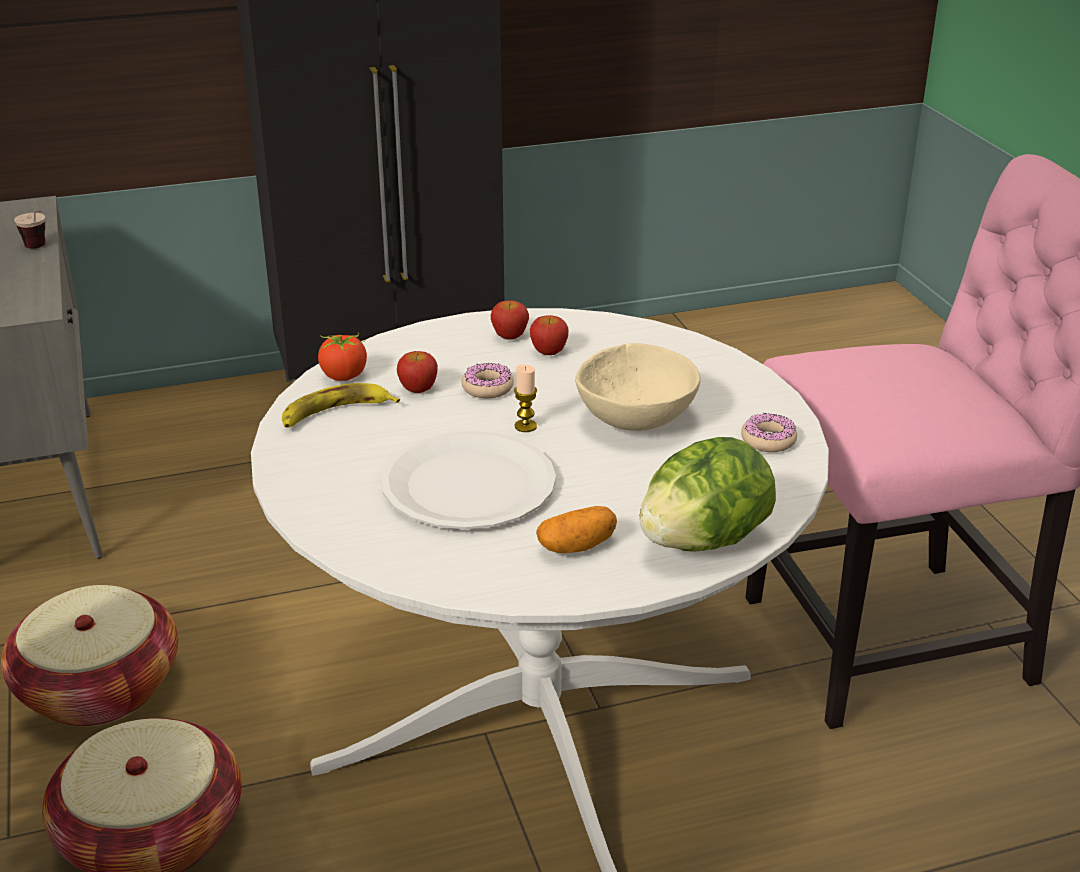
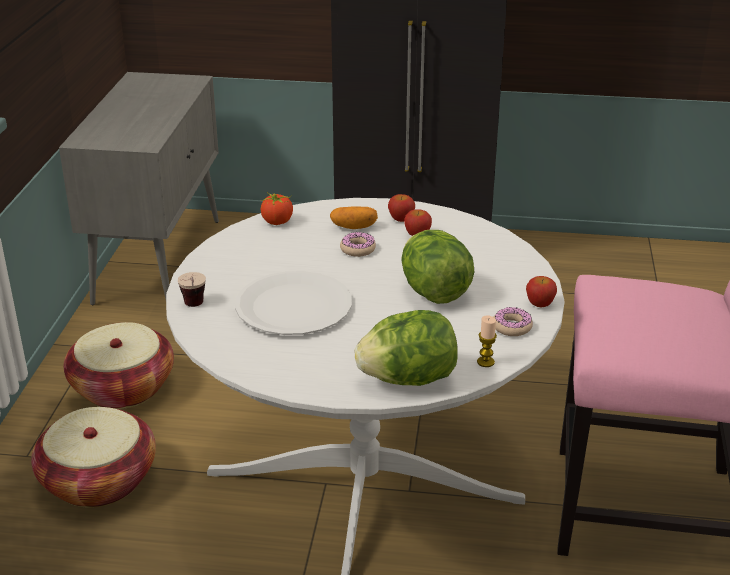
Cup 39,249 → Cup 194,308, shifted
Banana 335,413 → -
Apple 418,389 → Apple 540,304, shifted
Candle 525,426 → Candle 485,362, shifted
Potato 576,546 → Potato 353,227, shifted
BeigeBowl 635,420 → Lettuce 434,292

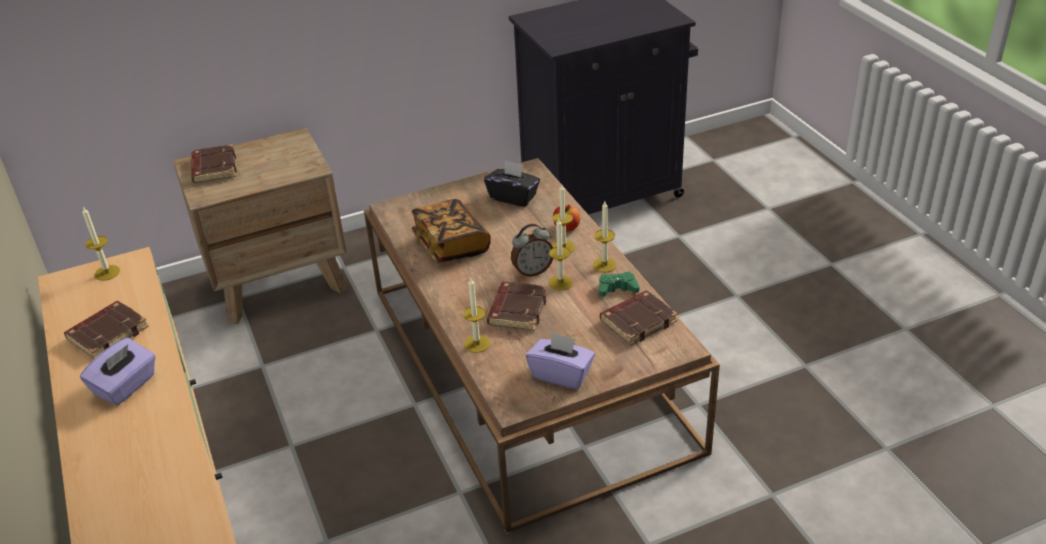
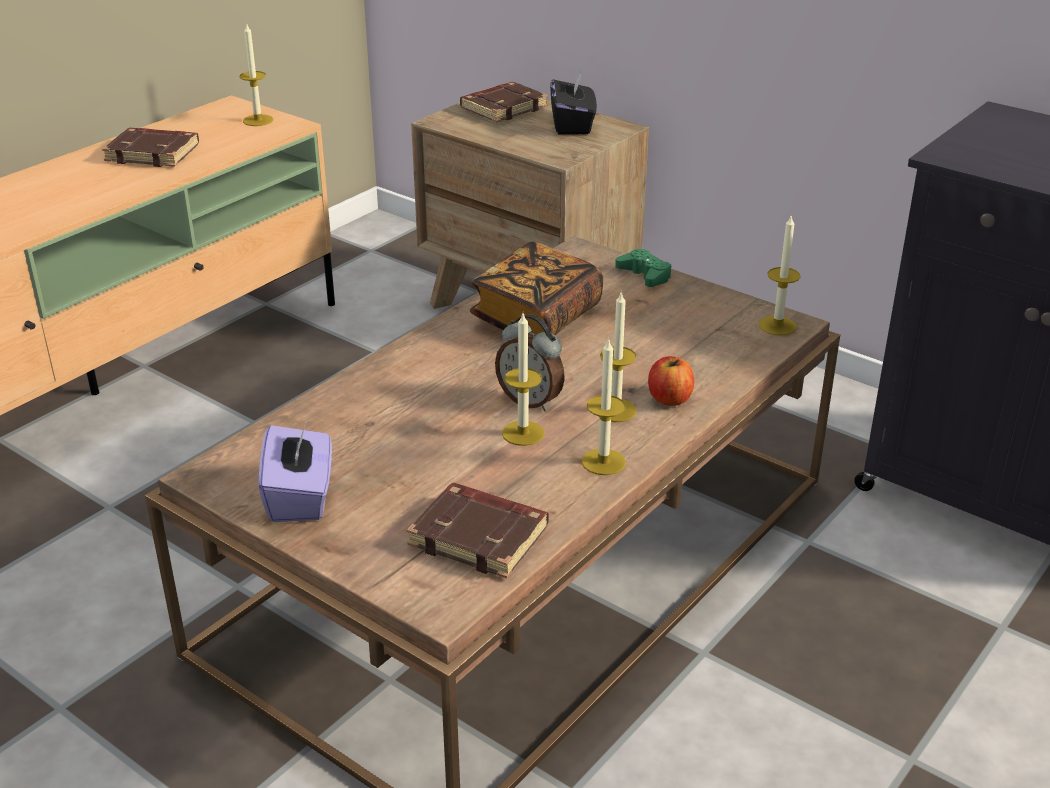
PurpleTissueBox 126,386 → -
Candle 477,344 → Candle 777,326, shifted
BlackTissueBox 513,197 → BlackTissueBox 572,125, shifted
BrownBook 517,309 → -
GreenGameController 617,288 → GreenGameController 644,275, shifted

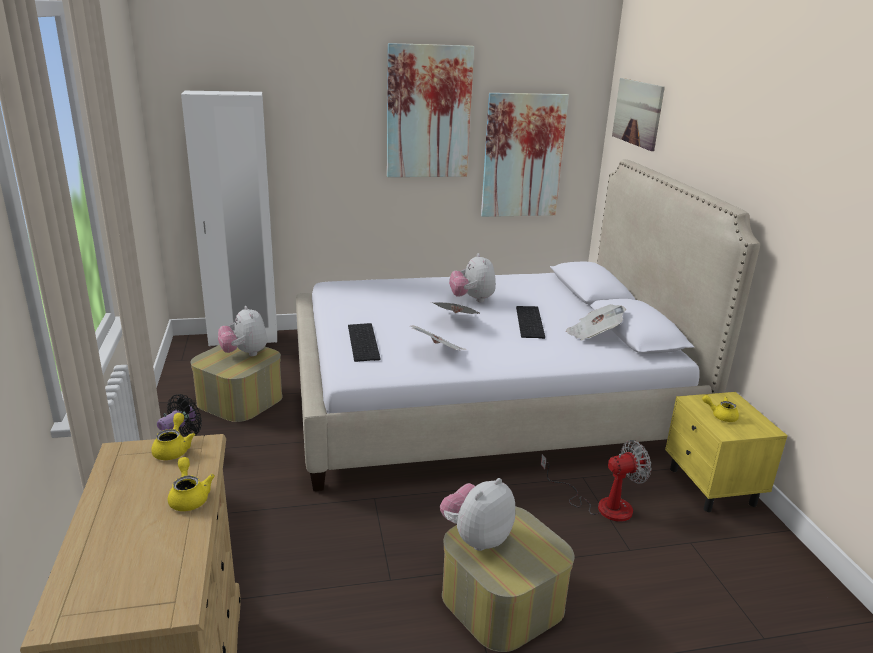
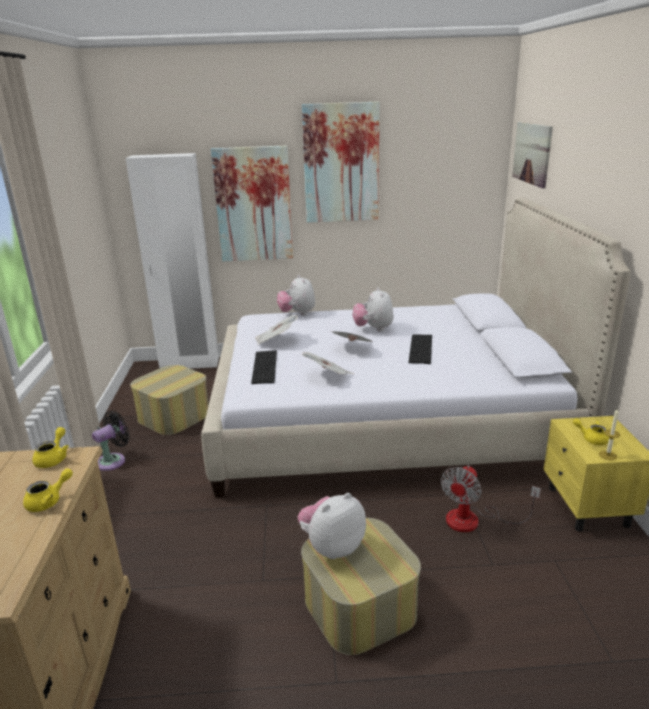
YellowTeapot 189,497 → YellowTeapot 49,501, 60 degrees clockwise
PlushToy 245,353 → PlushToy 297,314, shifted
Picture 523,156 → Picture 253,205, shifted
Fan 602,505 → Fan 474,520, 135 degrees clockwise
Newspaper 593,335 → Newspaper 275,340, shifted
- → Candle 607,455

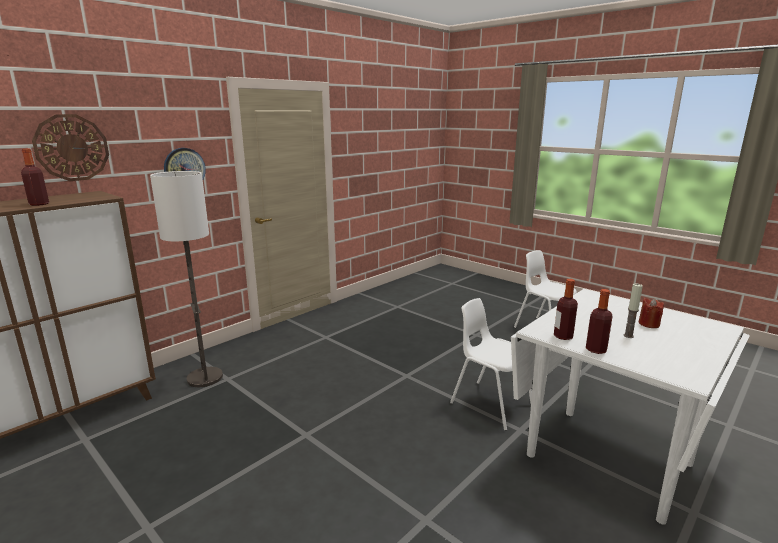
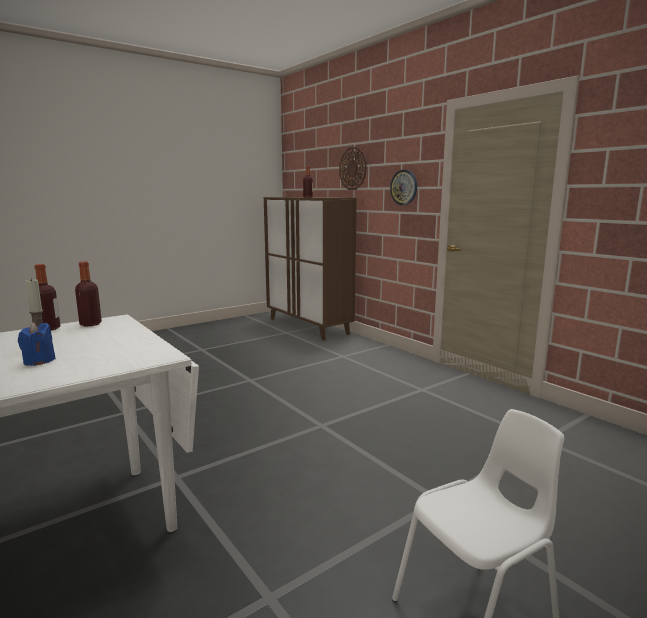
FloorLamp 205,378 → -
WhiteChair 490,404 → -
RedCandle 649,324 → BlueCandle 39,361

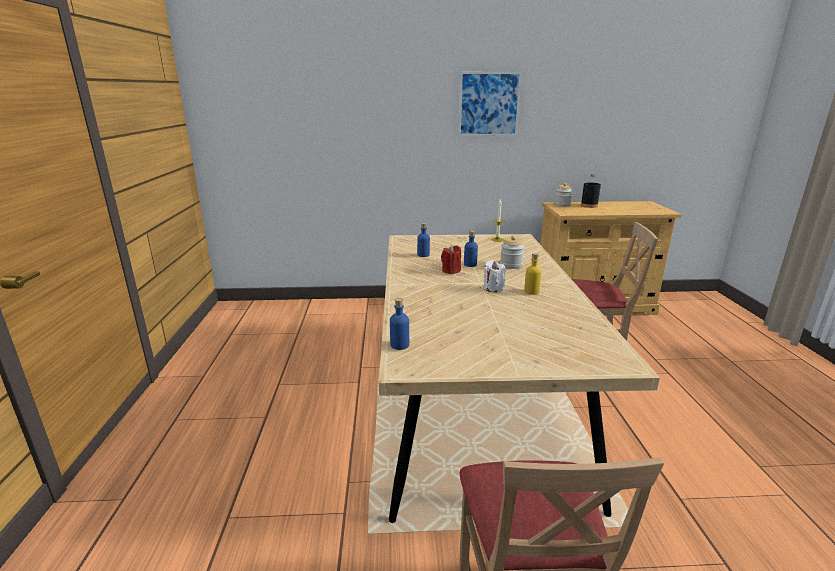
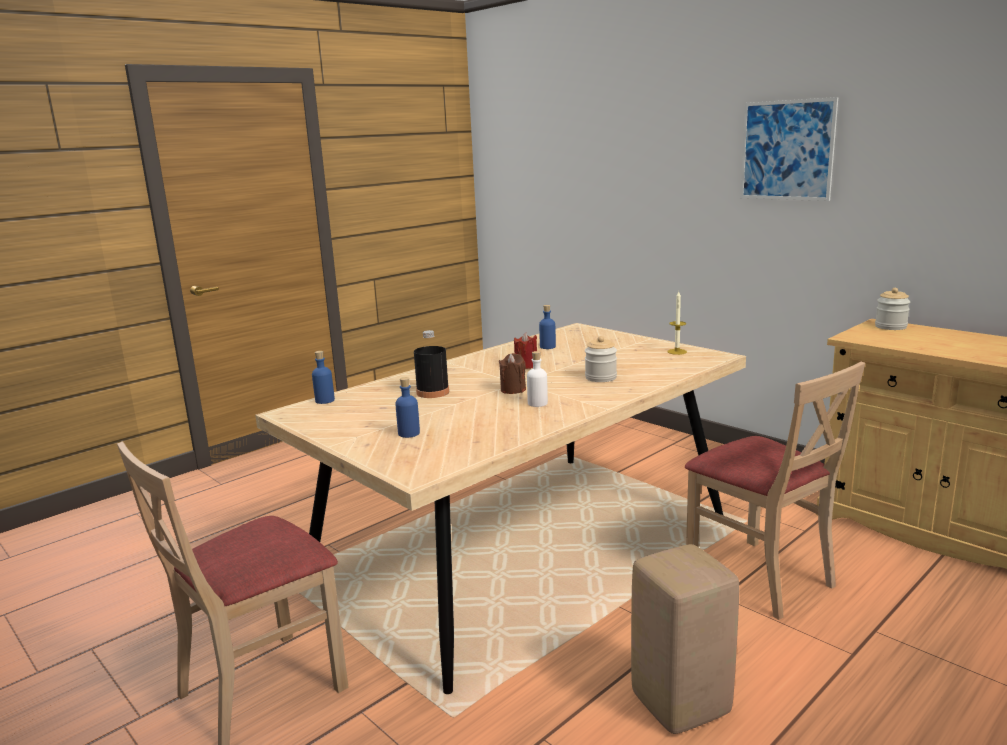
BlueBottle 470,264 → BlueBottle 409,433, shifted
WhiteCandle 493,288 → BrownCandle 513,390
YellowBottle 531,291 → WhiteBottle 537,403
BlackBottle 589,206 → BlackBottle 432,392, shifted
- → BeigeStool 682,704

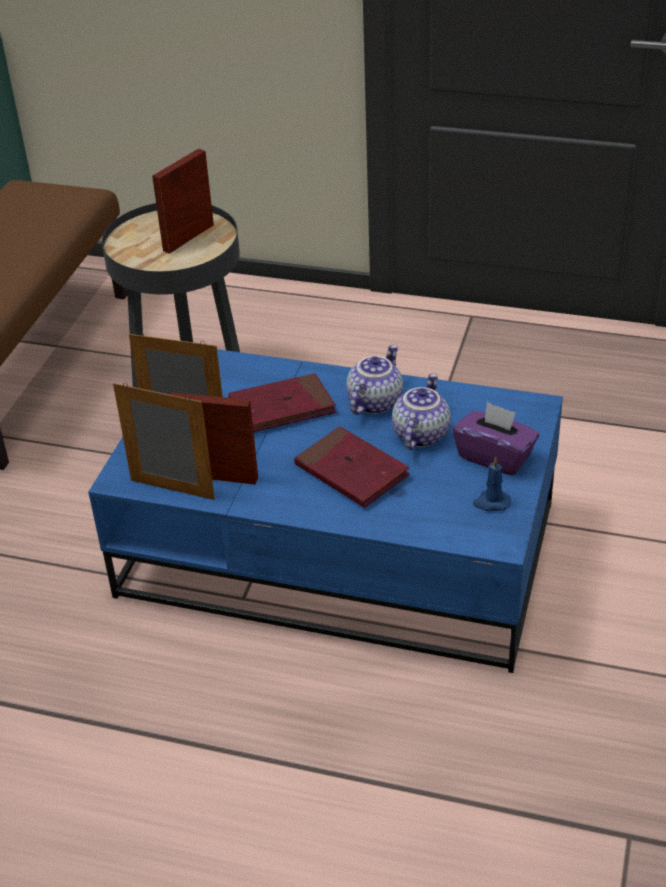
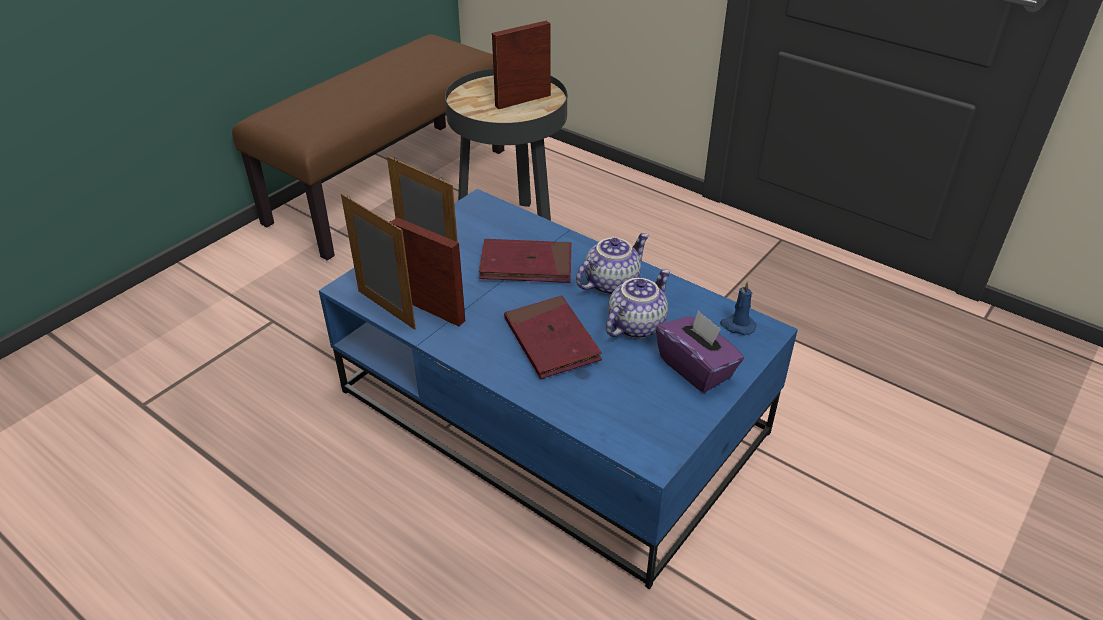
BlueCandle 491,502 → BlueCandle 737,326, shifted

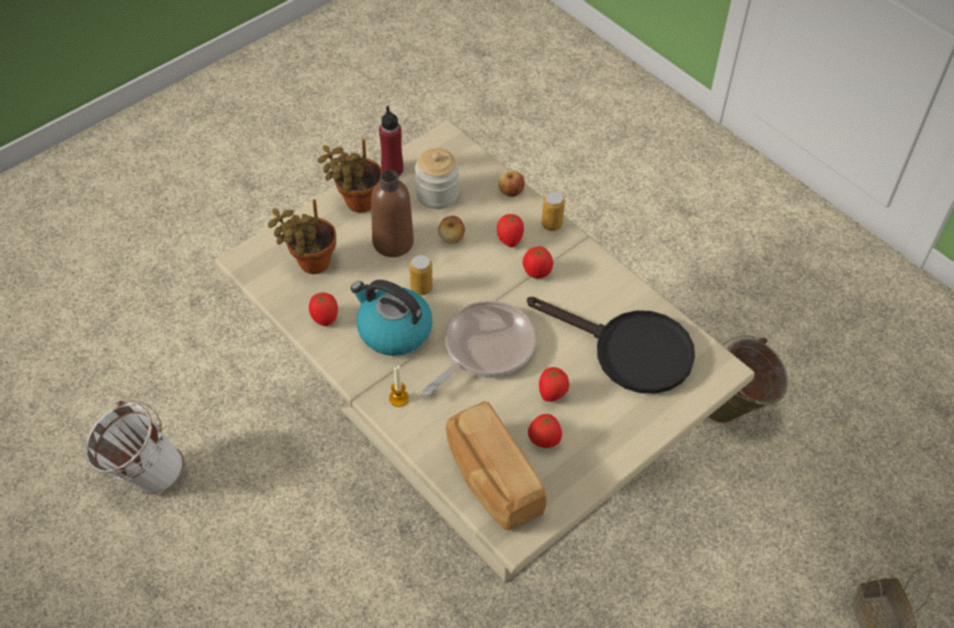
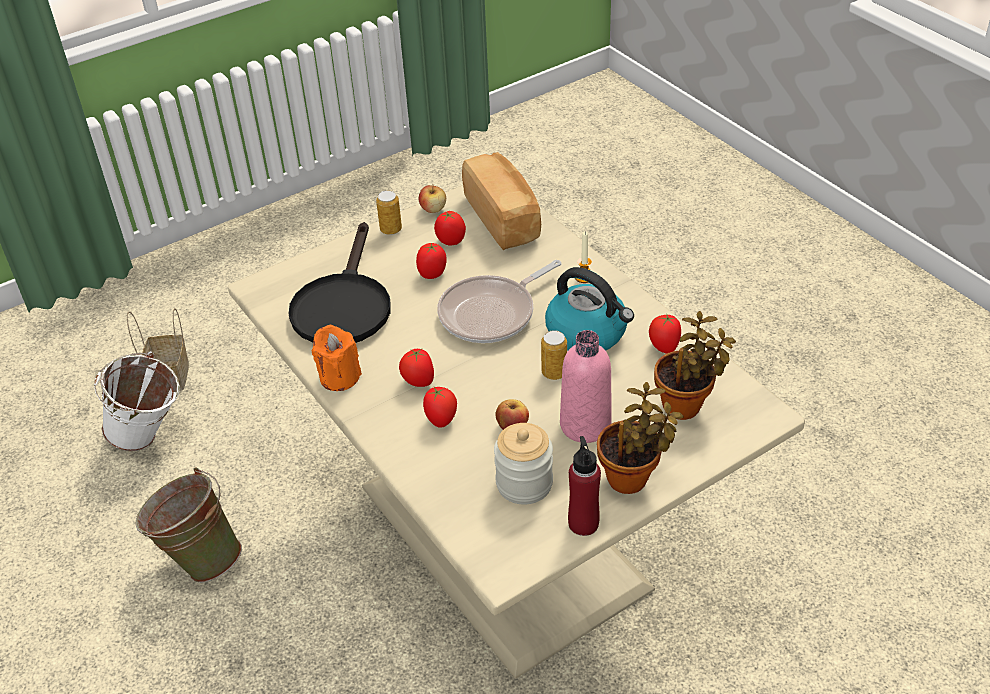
WhiteBucket 142,476 → WhiteBucket 151,438, shifted
BrownBottle 393,242 → PinkBottle 585,425
Apple 510,192 → Apple 433,209, shifted
BlackFryingPan 629,351 → BlackFryingPan 343,305, 120 degrees counterclockwise
Can 551,224 → Can 391,229, shifted
- → OrangeCandle 339,377

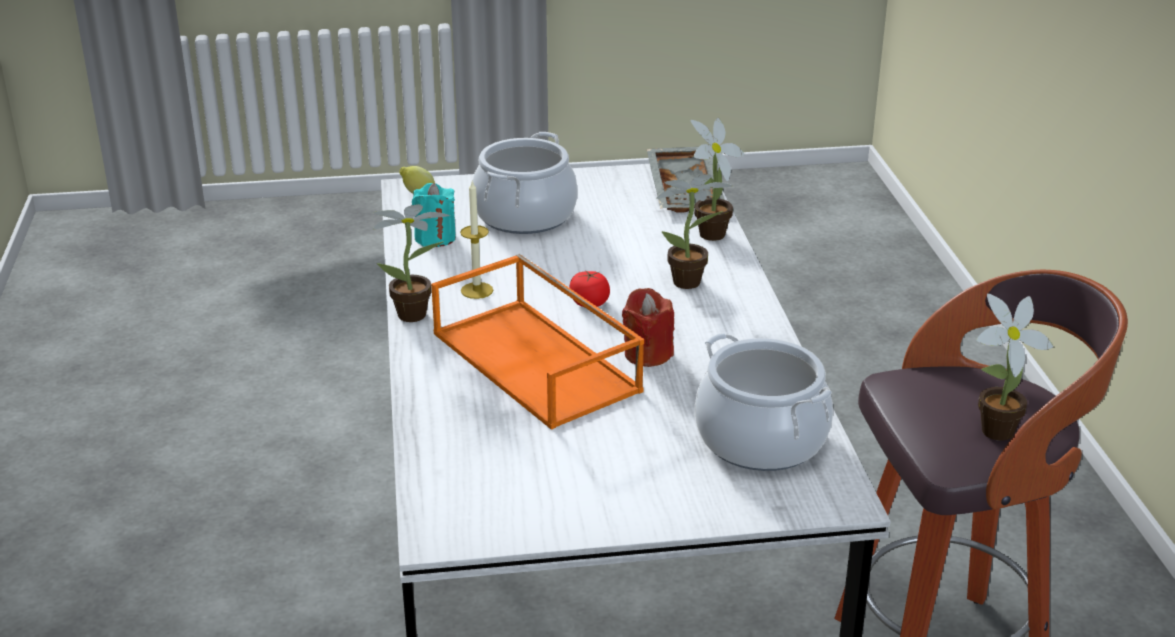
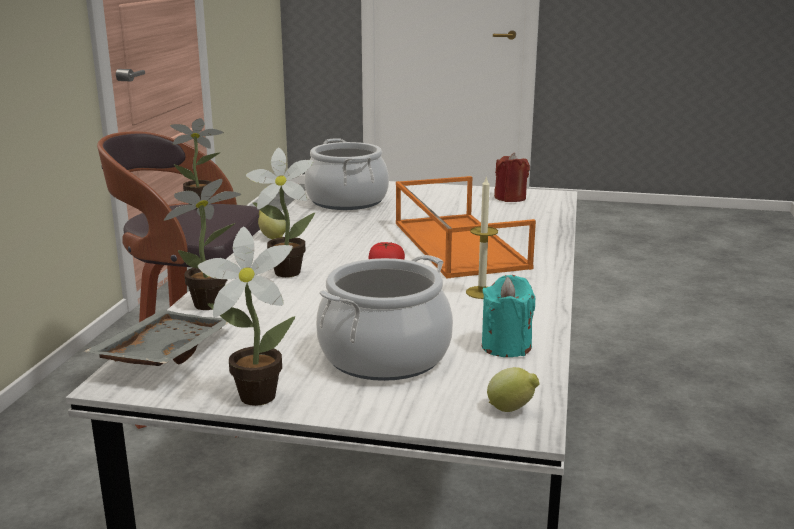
PottedPlant 417,315 → PottedPlant 252,395, shifted
RedCandle 647,354 → RedCandle 510,198, shifted
- → Lemon 271,237

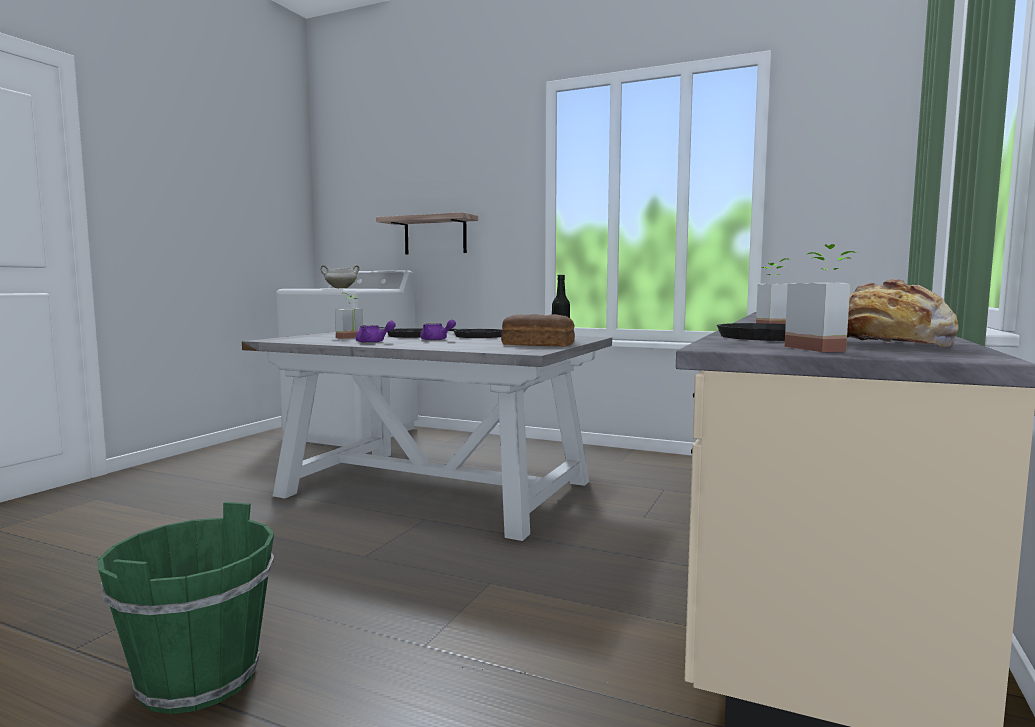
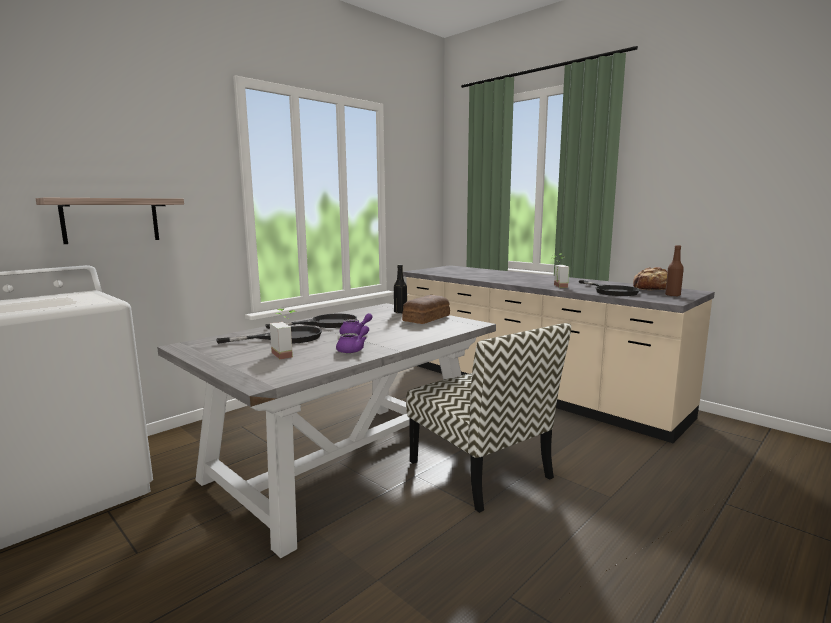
GreenBucket 198,678 → -
WhiteCookingPot 340,288 → -
PottedPlant 824,348 → BrownBottle 672,295
- → Chair 481,470

